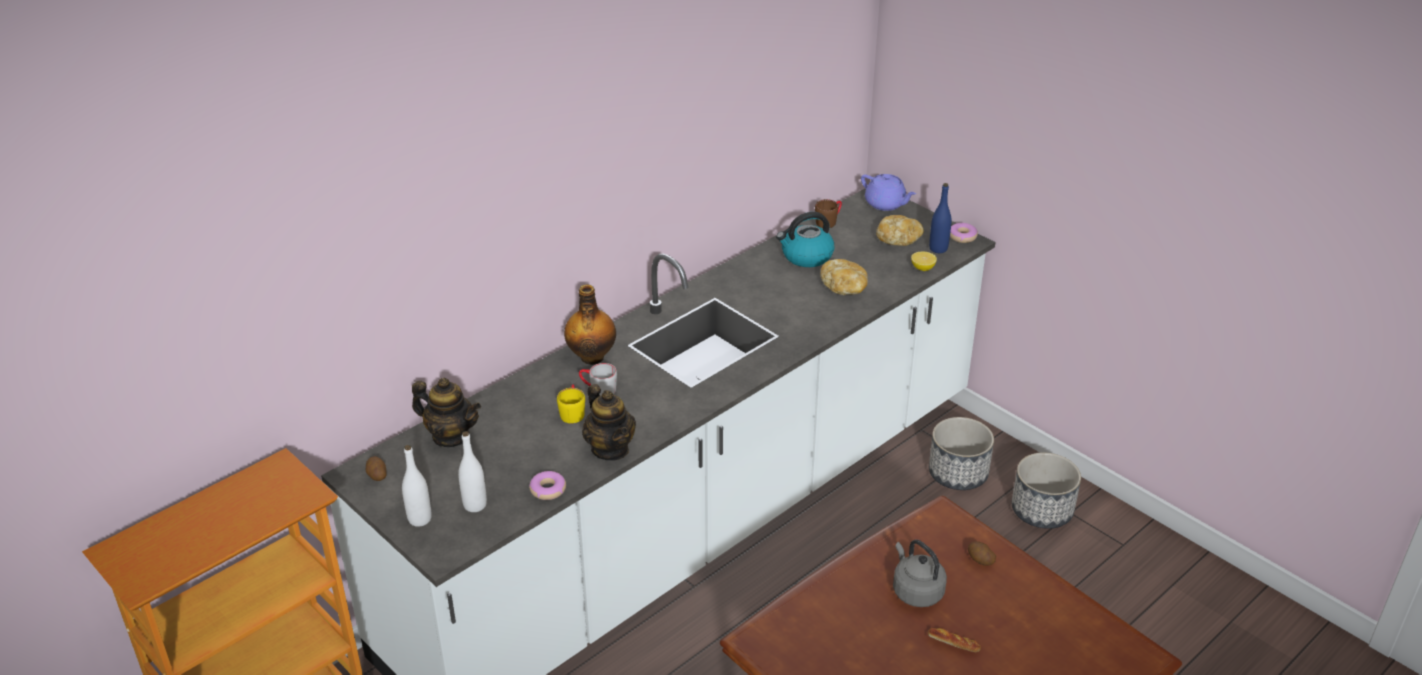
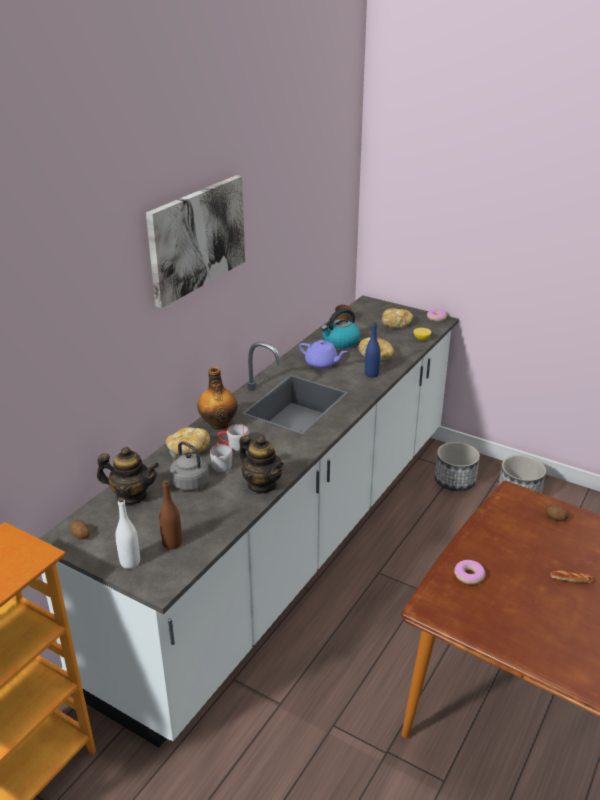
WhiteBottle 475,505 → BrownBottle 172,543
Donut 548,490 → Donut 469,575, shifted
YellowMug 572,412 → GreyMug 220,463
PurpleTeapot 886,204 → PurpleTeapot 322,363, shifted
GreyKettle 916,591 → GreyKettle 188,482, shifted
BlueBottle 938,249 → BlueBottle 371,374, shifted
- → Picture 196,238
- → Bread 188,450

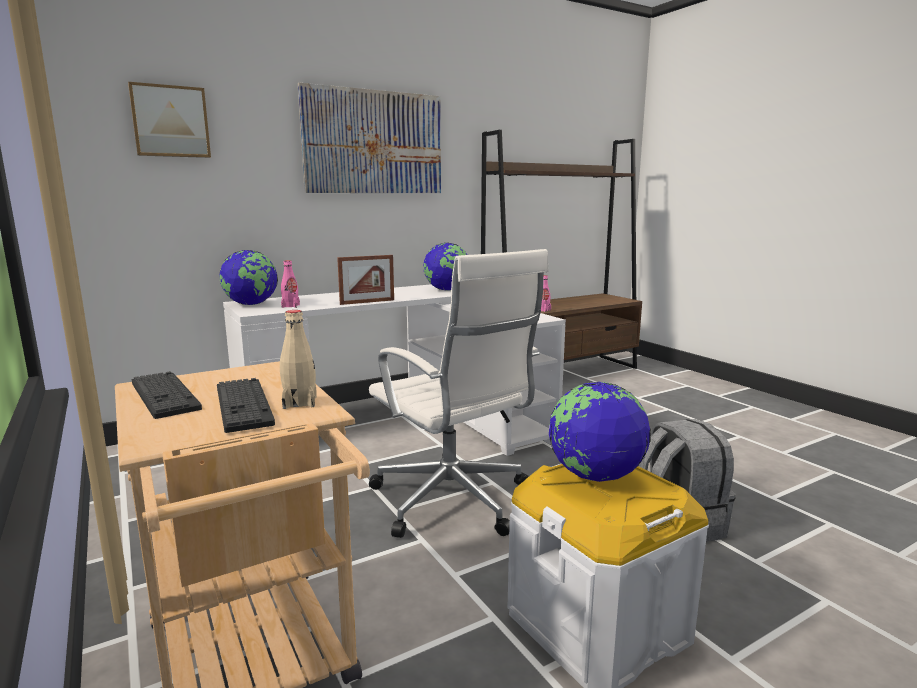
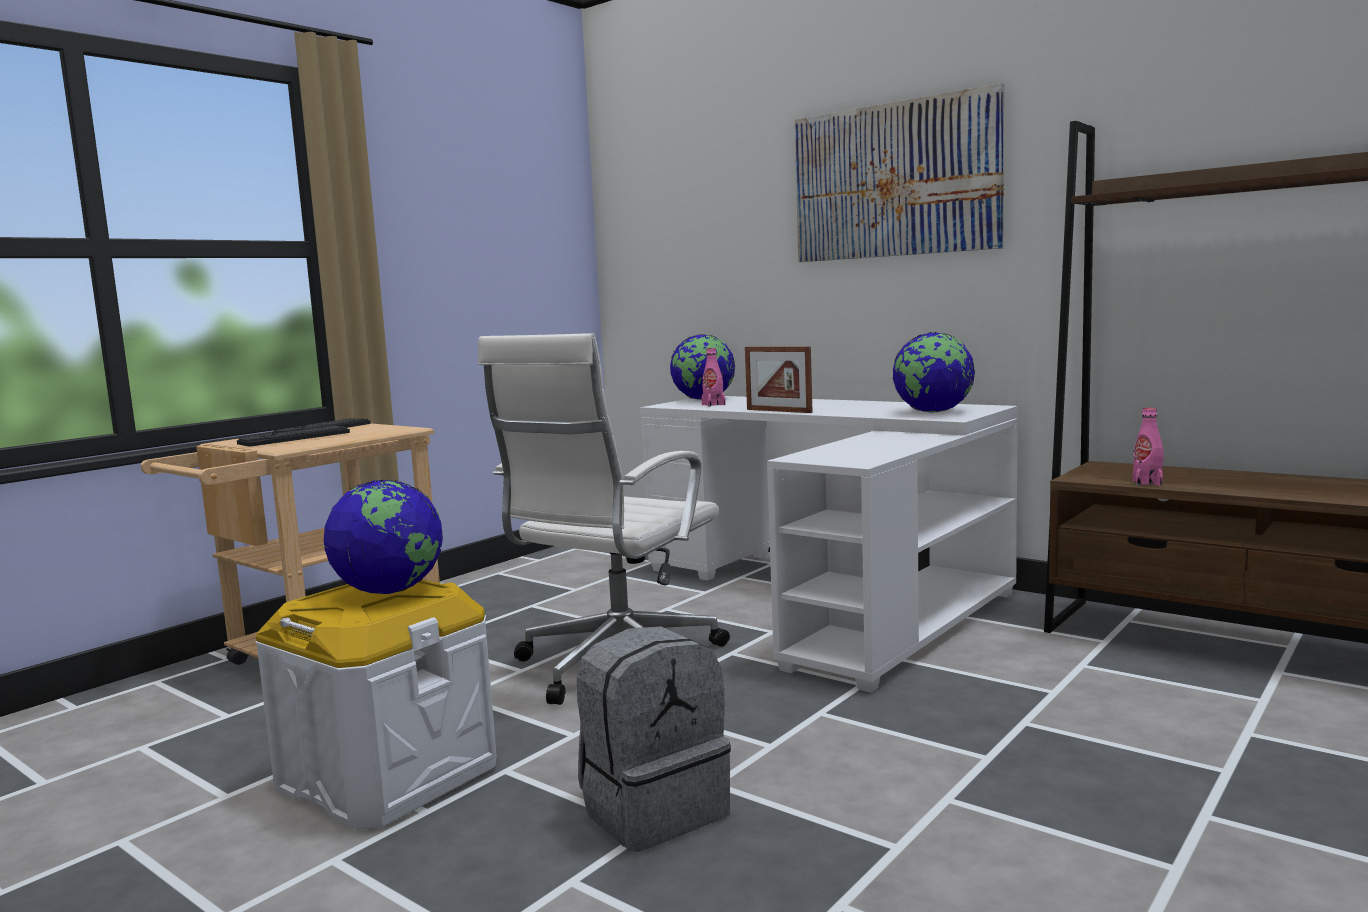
Picture 170,121 → -
BeigeBottle 300,402 → -

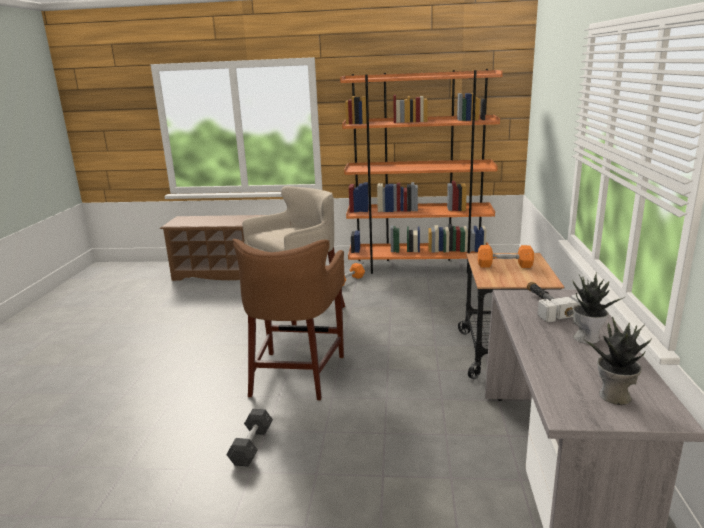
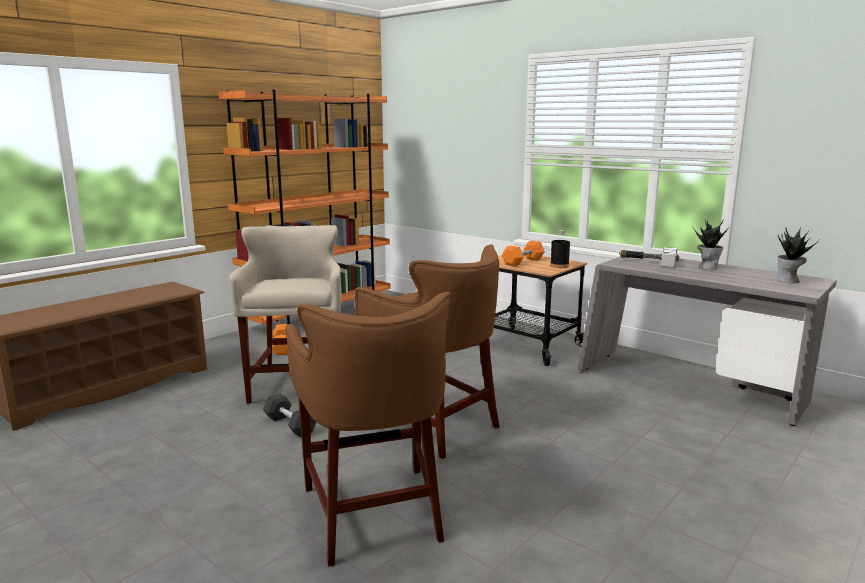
GreyDumbbell 251,446 → GreyDumbbell 290,425, shifted
- → BrownStool 374,511
- → BlackBottle 559,266

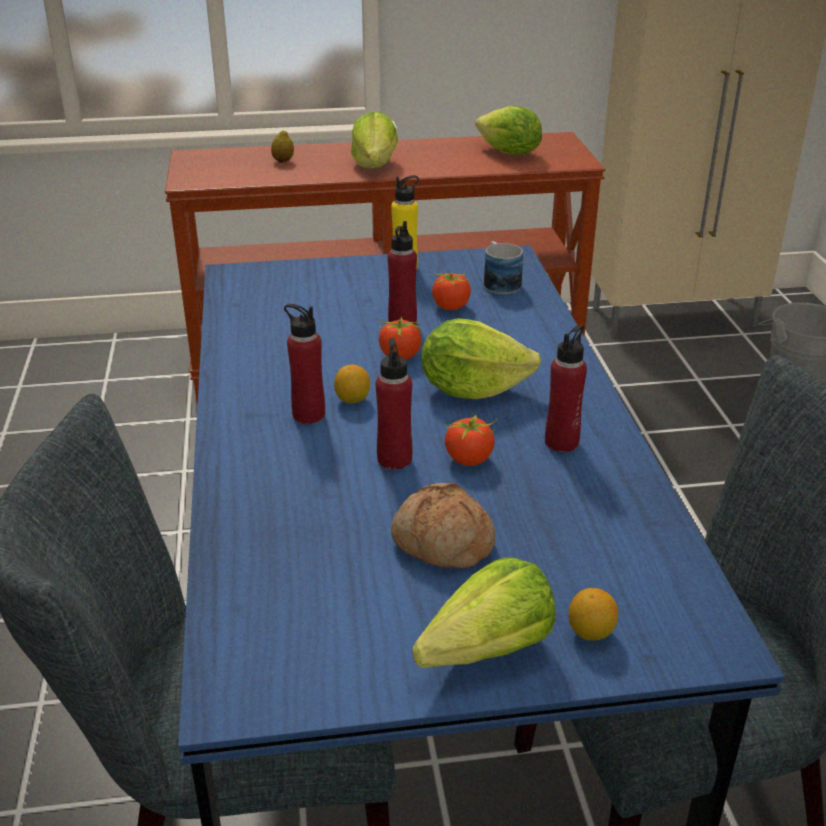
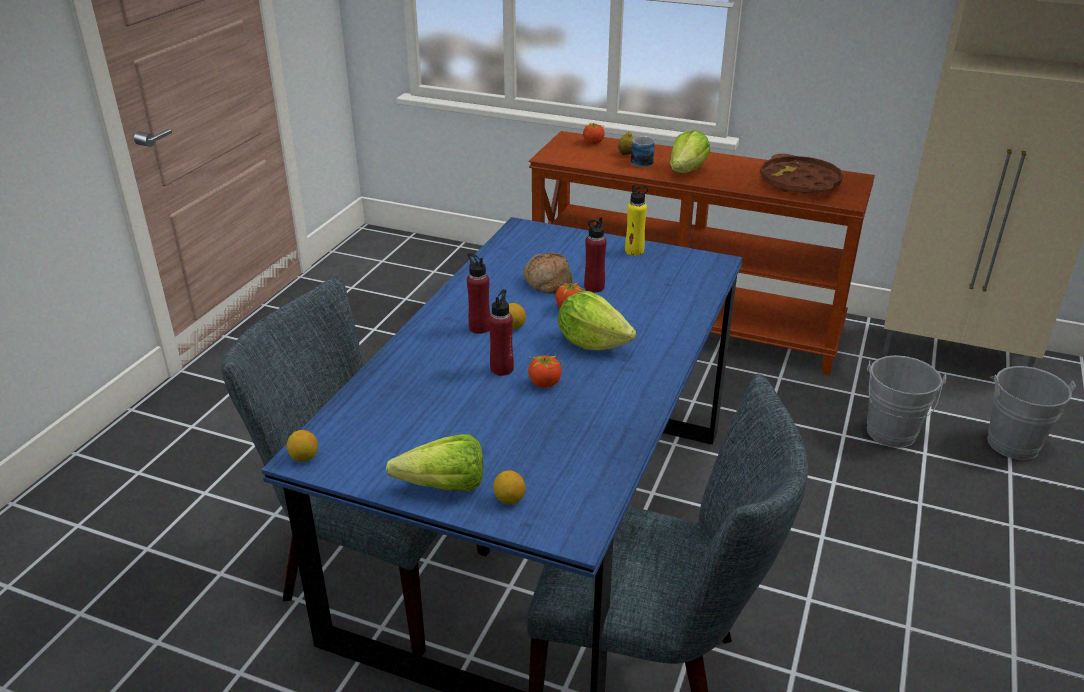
Bread 441,543 → Bread 547,283, shifted
Tomato 451,307 → Tomato 593,143, shifted
Lettuce 509,153 → BrownTray 799,182
Mug 499,282 → Mug 642,161, shifted
RedBottle 561,442 → -
- → Lemon 304,458
- → GreyBucket 890,436

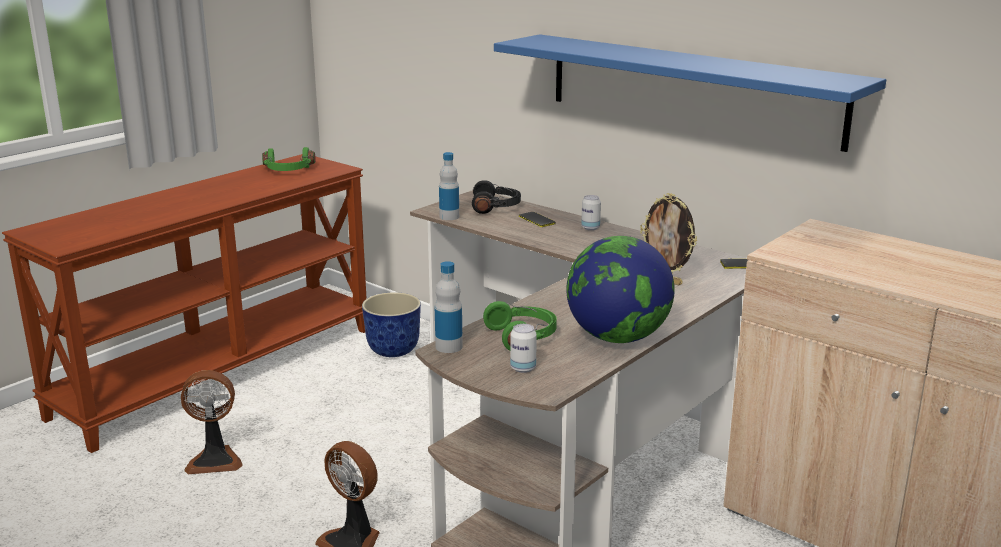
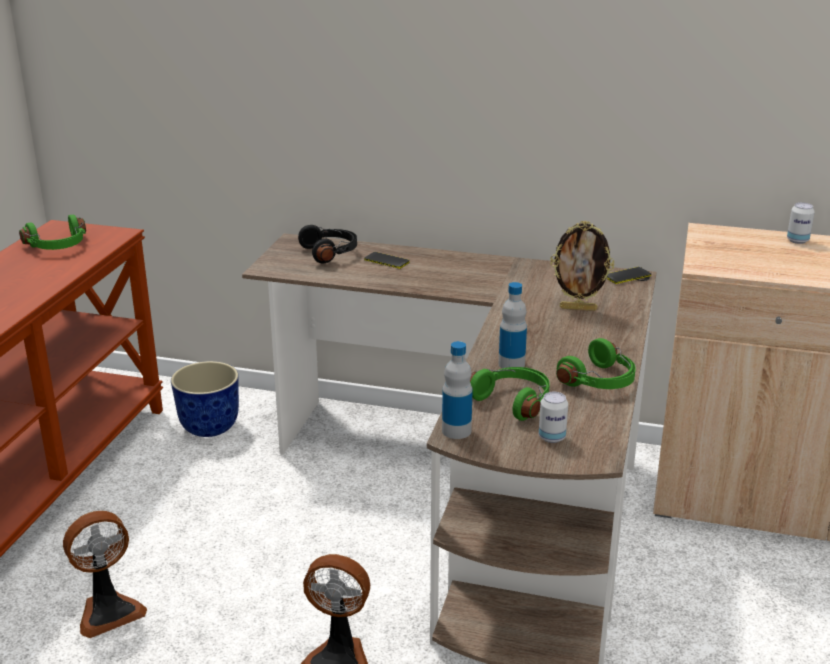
Bottle 449,217 → Bottle 511,364, shifted
BlueShelf 690,89 → -
Globe 617,337 → GreenHeadphones 600,381
Can 590,228 → Can 797,241, shifted

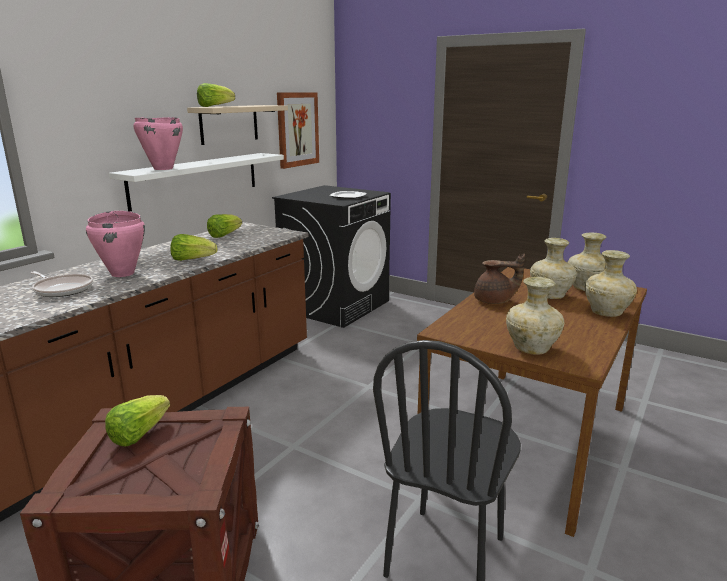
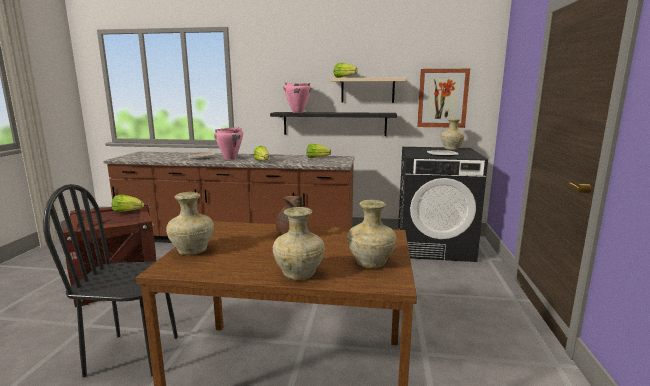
WhiteShelf 196,179 → BlackShelf 334,123
BeigeVase 550,296 → BeigeVase 451,149, shifted

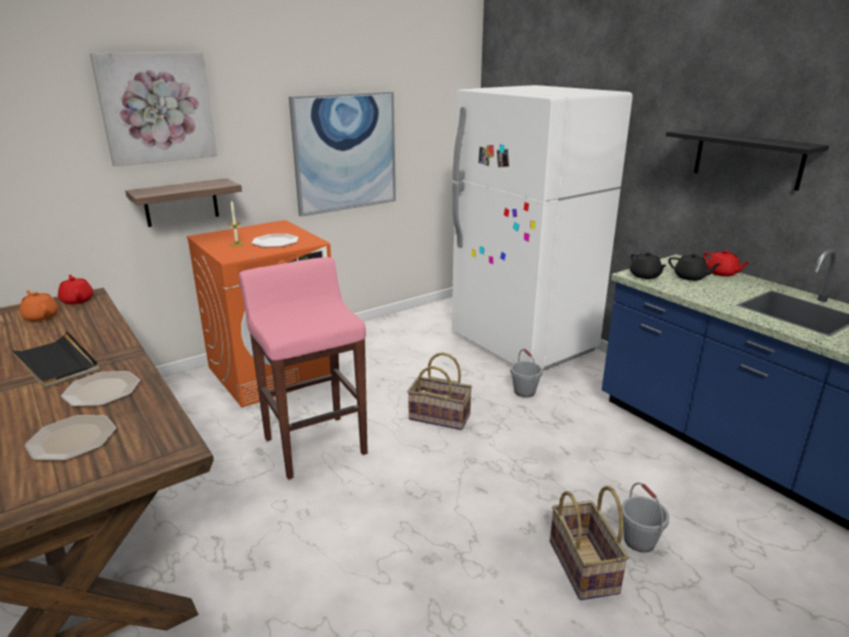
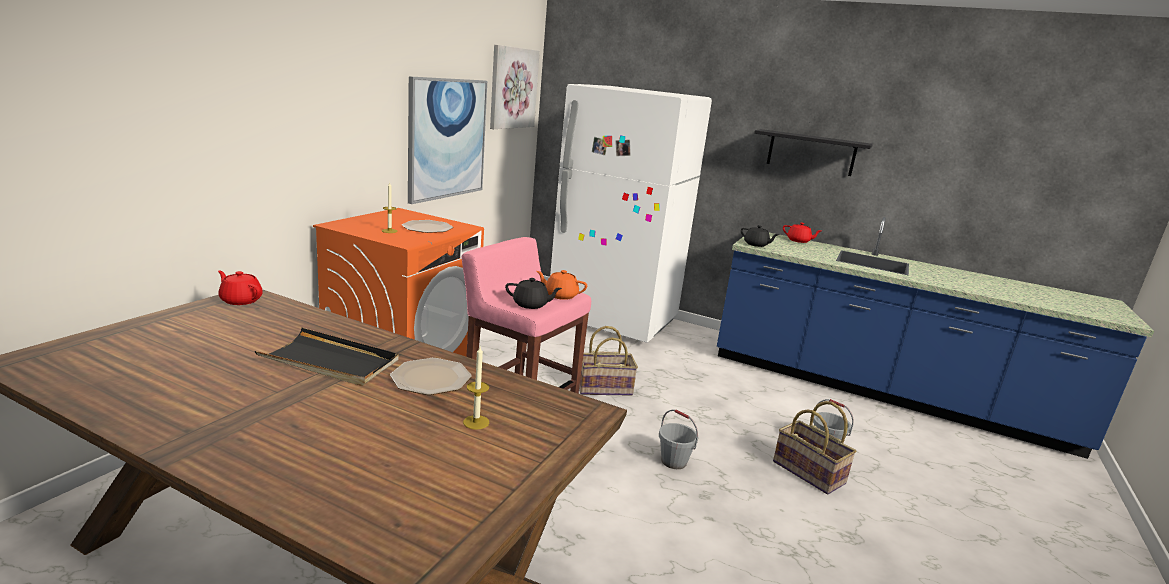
OrangeTeapot 41,316 → OrangeTeapot 560,295, shifted
Plate 71,439 → Candle 476,422
Picture 157,108 → Picture 512,88, shifted
Shelf 181,202 → -
GreyBucket 525,392 → GreyBucket 674,461, shifted
BlackTeapot 690,277 → BlackTeapot 531,305, shifted

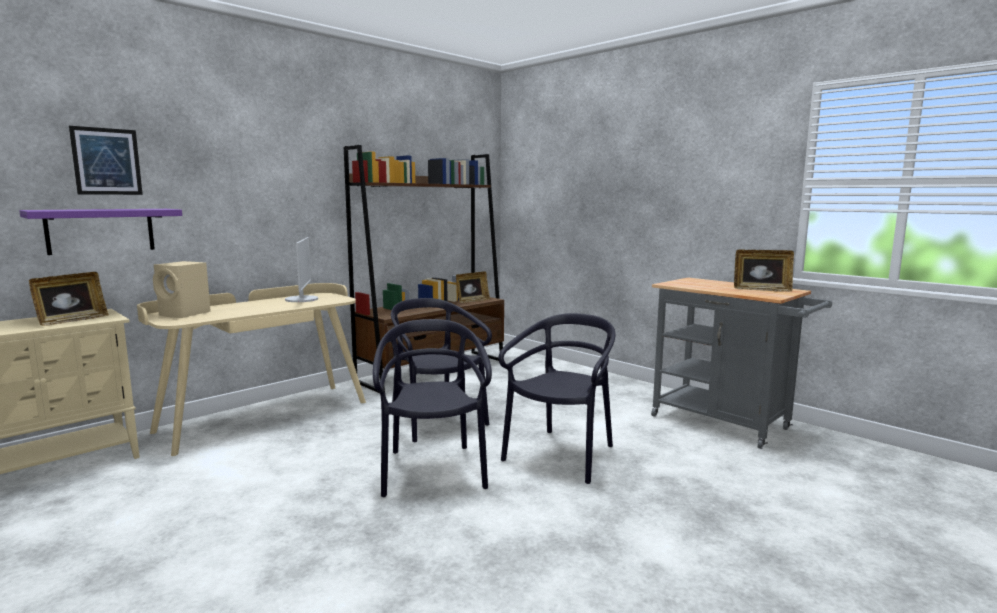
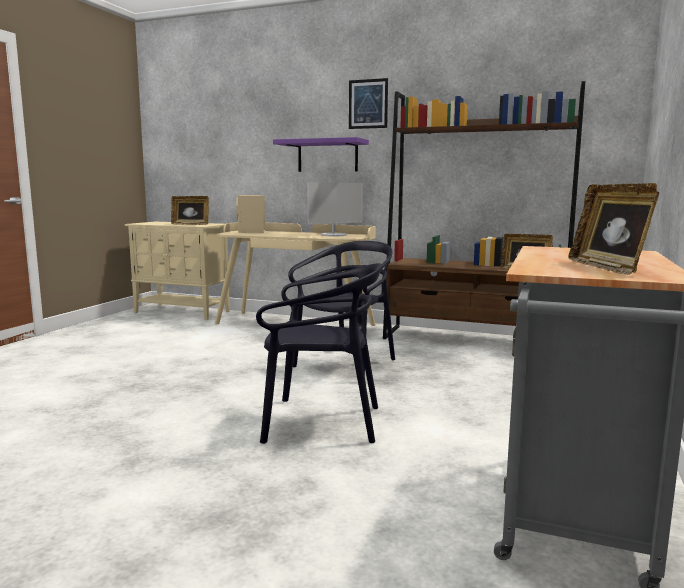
PurpleShelf 101,230 → PurpleShelf 327,156, shifted
Picture 107,161 → Picture 368,104, shifted
BlackChair 432,471 → -

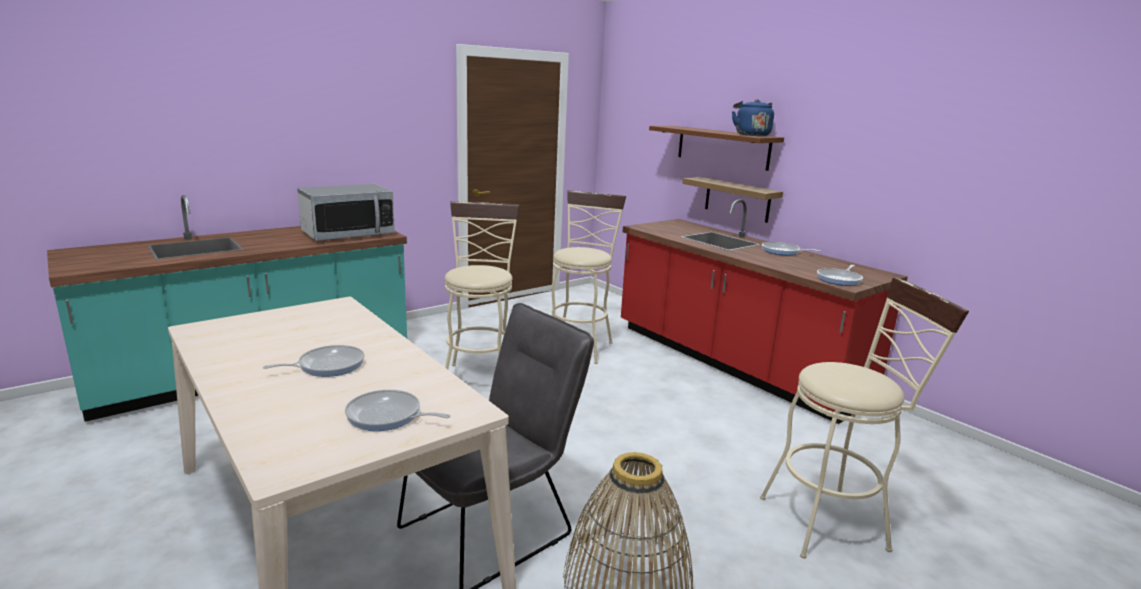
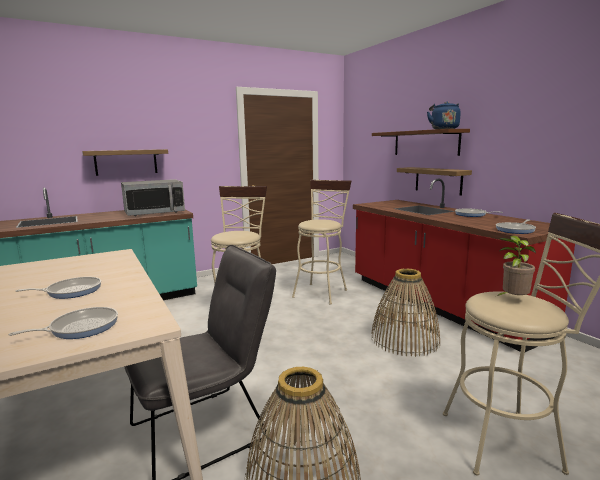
FryingPan 387,416 → FryingPan 80,327, 120 degrees clockwise
- → Shelf 126,162
- → Basket 405,339
- → PottedPlant 512,300

